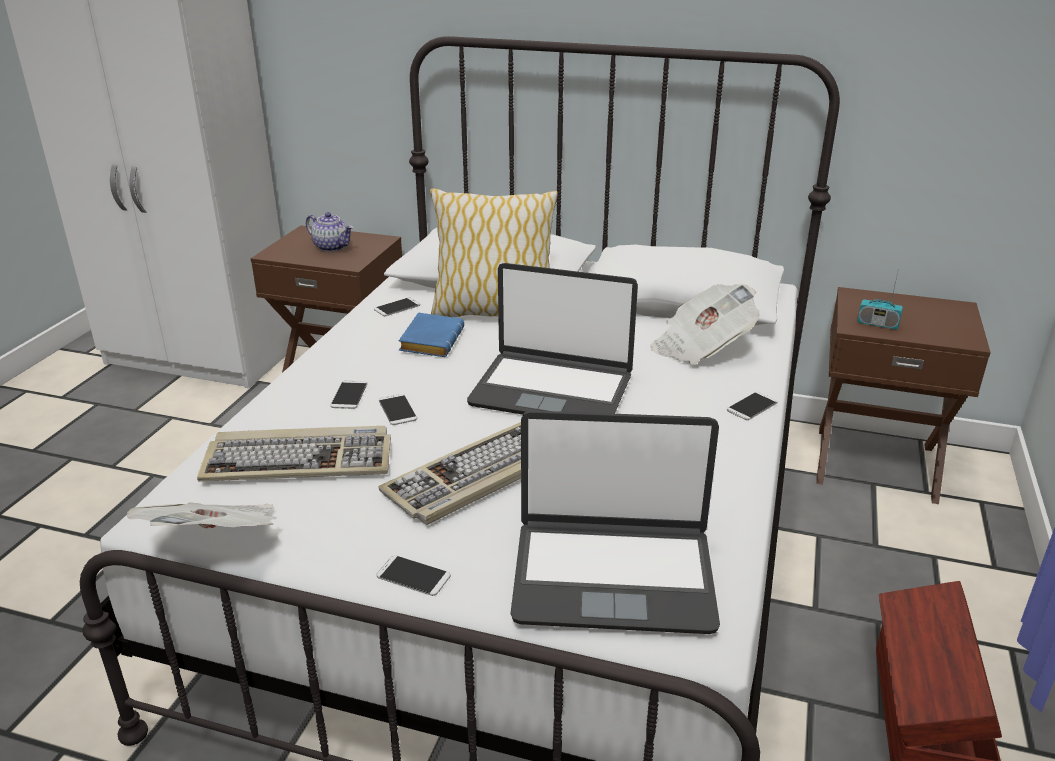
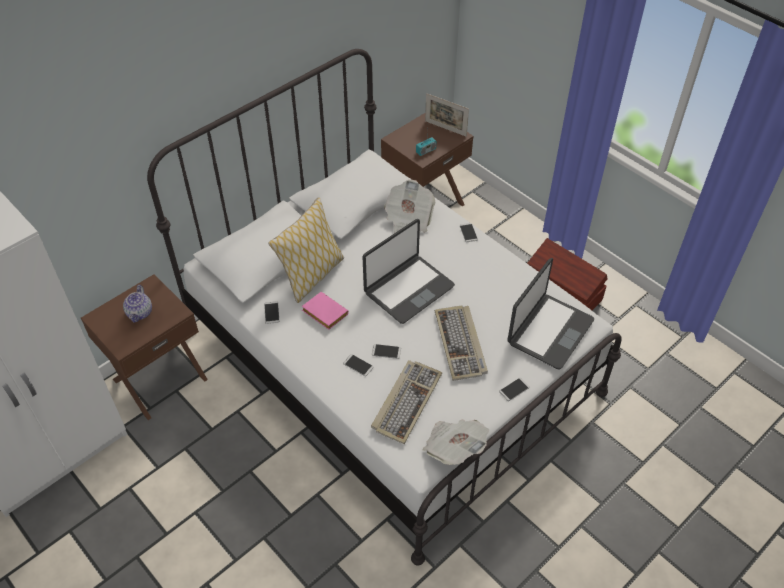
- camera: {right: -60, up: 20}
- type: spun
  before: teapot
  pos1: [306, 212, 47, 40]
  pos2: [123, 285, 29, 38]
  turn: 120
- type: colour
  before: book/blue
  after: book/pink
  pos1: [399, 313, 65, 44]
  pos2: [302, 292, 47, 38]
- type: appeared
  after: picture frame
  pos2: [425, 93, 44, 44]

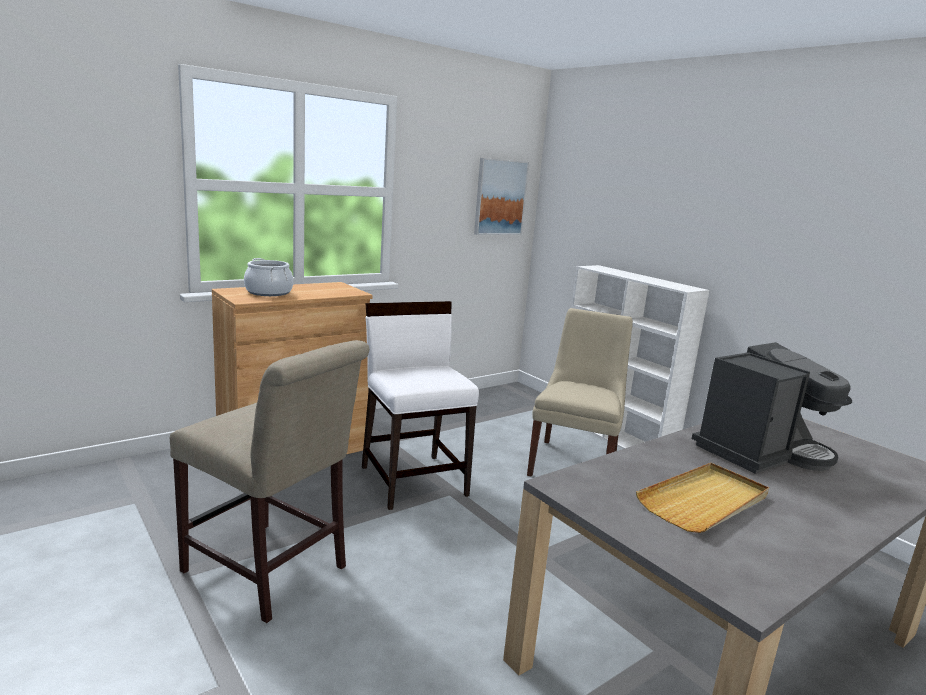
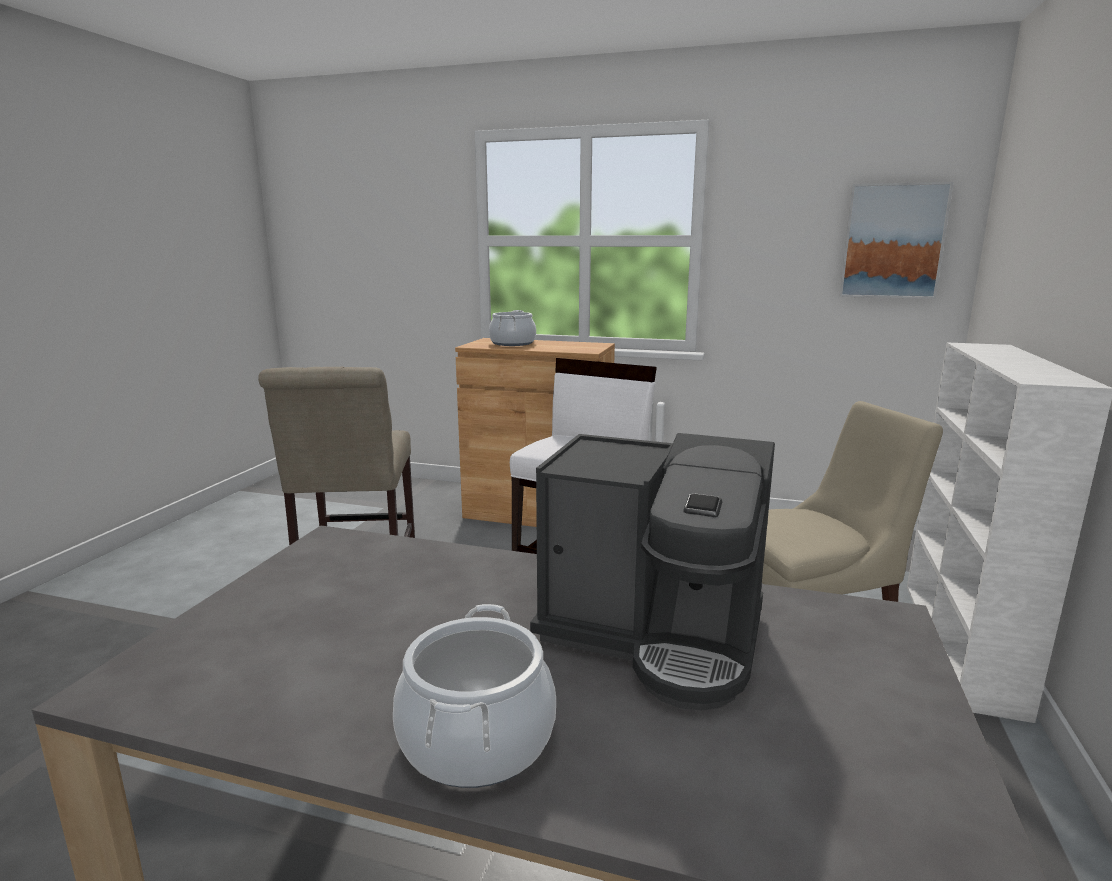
- camera: {right: 55, up: 0}
- type: appeared
  after: cooking pot
  pos2: [393, 604, 163, 184]
- type: missing
  before: tray/beige
  pos1: [636, 463, 133, 70]

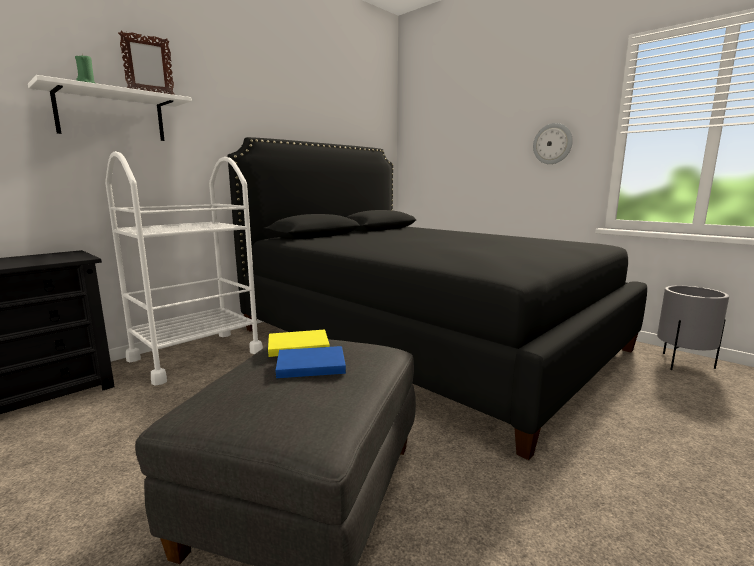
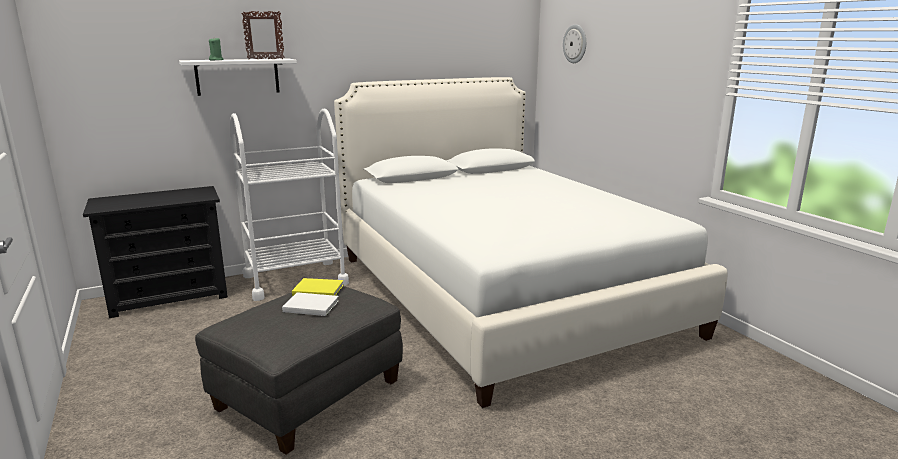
- camera: {right: 20, up: 5}
- type: colour
  before: book/blue
  after: book/white
  pos1: [276, 346, 70, 32]
  pos2: [282, 292, 57, 24]
- type: colour
  before: bed/black
  after: bed/white
  pos1: [228, 137, 419, 323]
  pos2: [334, 77, 394, 331]
- type: relocated
  before: wall clock
  pos1: [533, 123, 40, 41]
  pos2: [563, 24, 23, 39]
- type: missing
  before: planter/grey
  pos1: [657, 286, 72, 84]

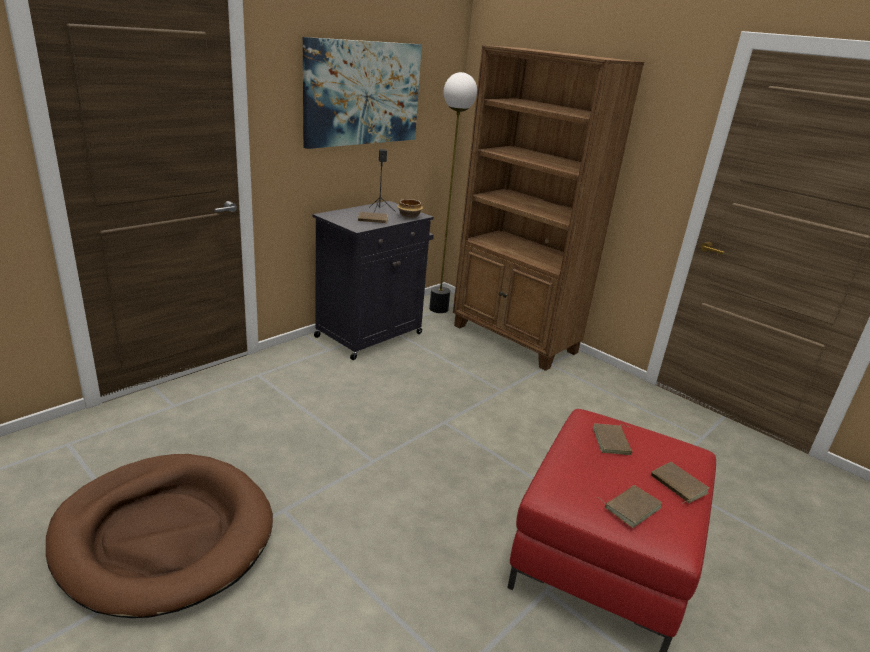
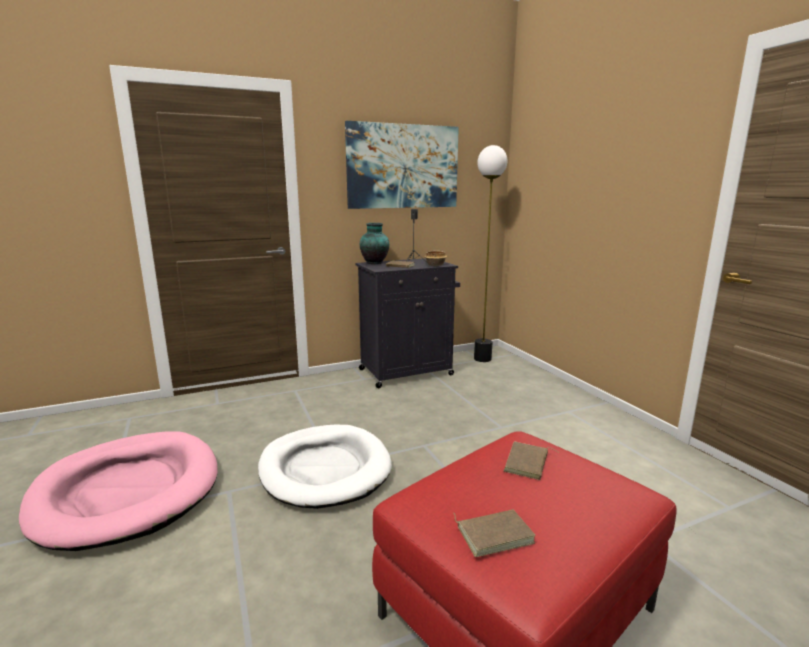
- camera: {right: 25, up: -10}
- type: colour
  before: dog bed/brown
  after: dog bed/pink
  pos1: [46, 454, 227, 164]
  pos2: [19, 432, 199, 119]
- type: appeared
  after: dog bed/white
  pos2: [258, 425, 134, 84]
- type: appeared
  after: vase
  pos2: [360, 223, 29, 41]
- type: missing
  before: bookcase/brown
  pos1: [453, 45, 191, 326]
- type: missing
  before: book/brown
  pos1: [651, 462, 58, 41]

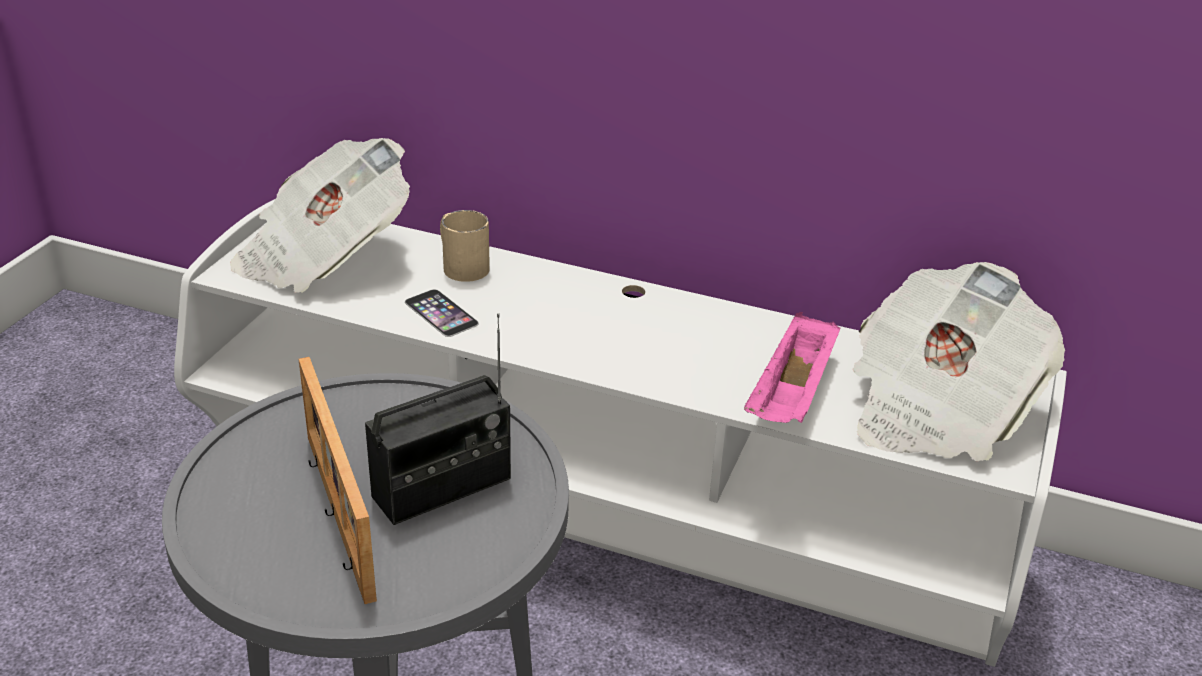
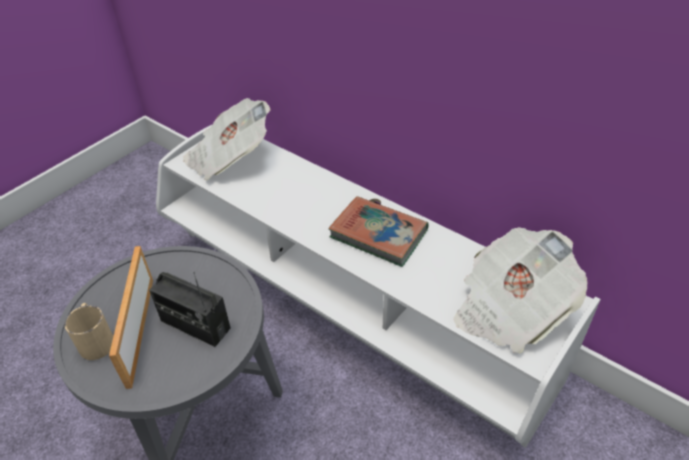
- camera: {right: 20, up: 10}
- type: relocated
  before: mug/beige
  pos1: [440, 210, 50, 72]
  pos2: [64, 303, 49, 57]
- type: spun
  before: radio
  pos1: [365, 313, 146, 212]
  pos2: [149, 272, 82, 75]
  turn: 45
- type: appeared
  after: book
  pos2: [329, 196, 99, 71]
- type: missing
  before: phone
  pos1: [405, 289, 74, 48]
- type: missing
  before: tray/pink
  pos1: [744, 312, 97, 111]

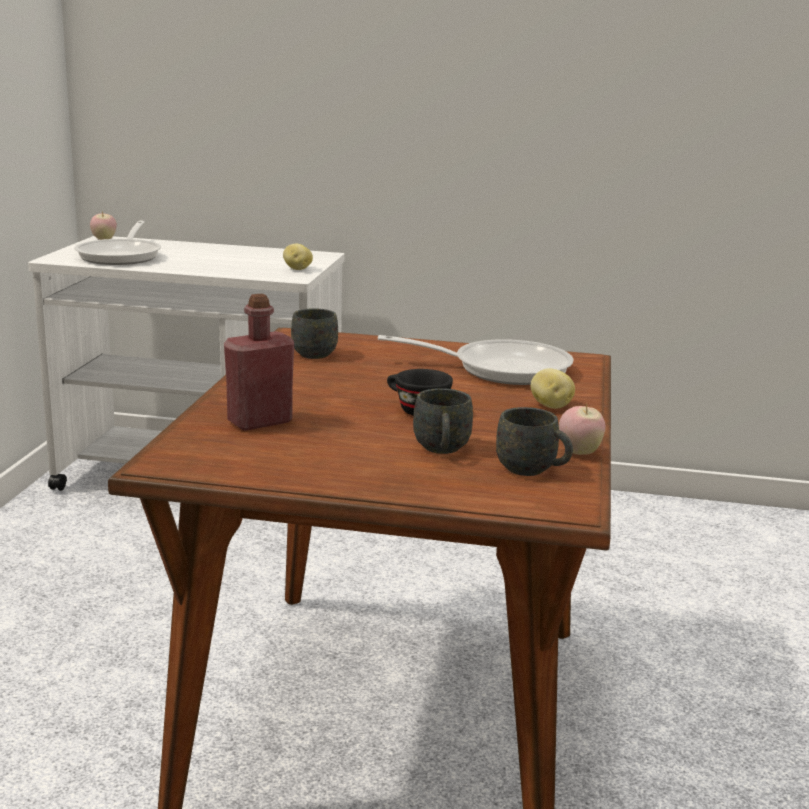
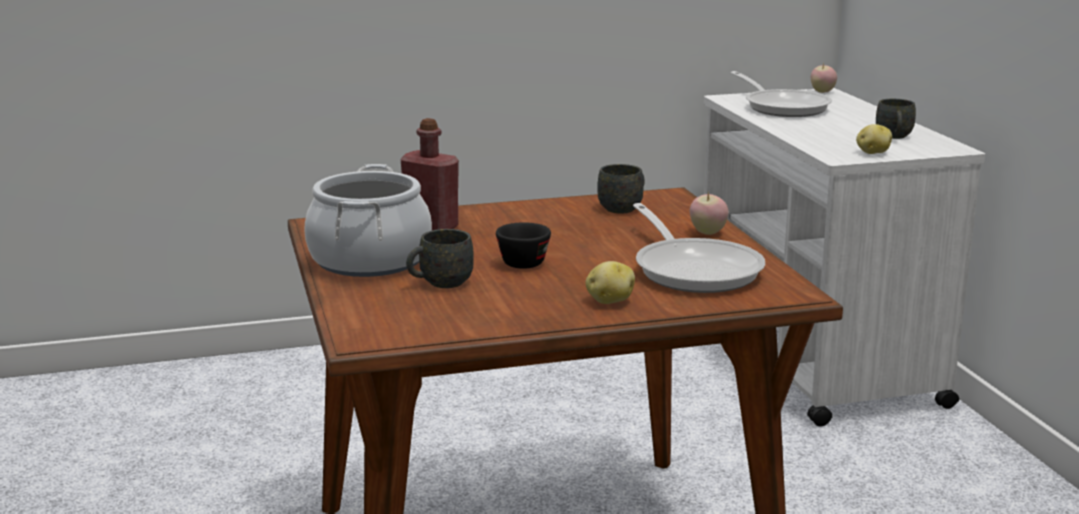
- camera: {right: 65, up: 0}
- type: appeared
  after: cooking pot
  pos2: [304, 164, 128, 113]
- type: relocated
  before: apple
  pos1: [559, 403, 47, 52]
  pos2: [690, 191, 38, 44]
- type: spun
  before: frying pan
  pos1: [75, 220, 86, 45]
  pos2: [731, 71, 101, 46]
  turn: -90
- type: relocated
  before: mug/grey
  pos1: [496, 407, 77, 69]
  pos2: [876, 99, 40, 40]

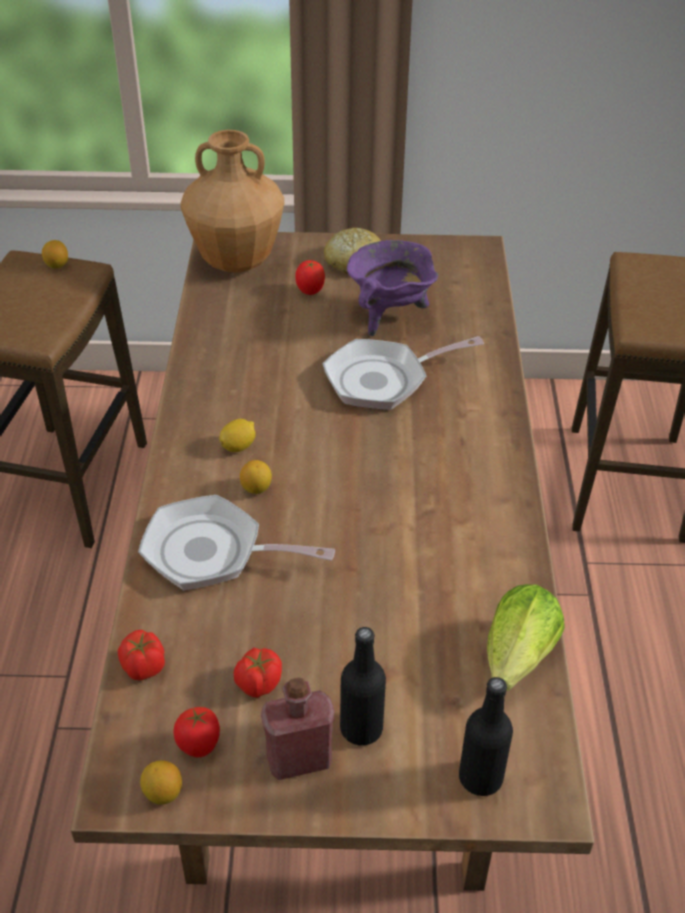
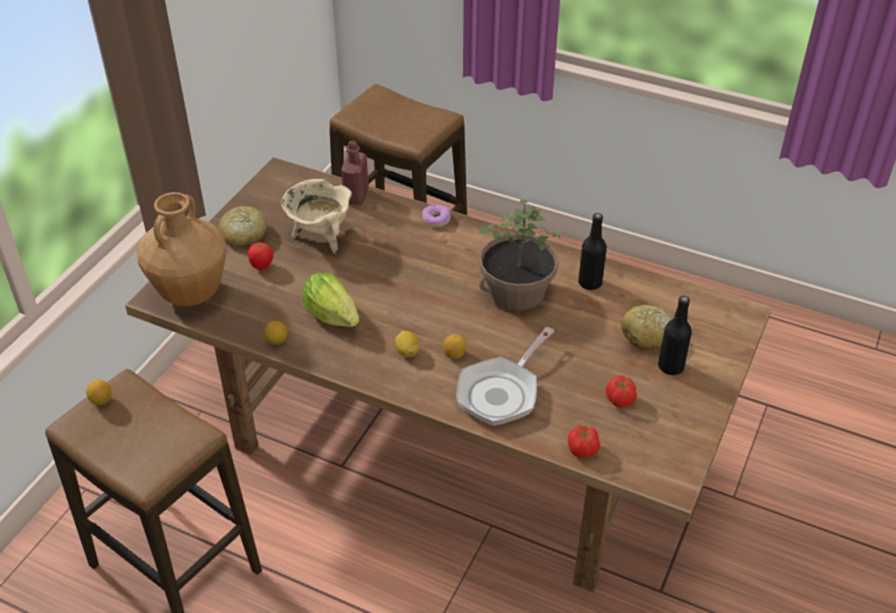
- camera: {right: -65, up: 0}
- type: relocated
  before: lemon
  pos1: [140, 760, 42, 45]
  pos2: [264, 321, 23, 24]
- type: colour
  before: cooking pot/purple
  after: cooking pot/beige
  pos1: [347, 240, 92, 96]
  pos2: [281, 179, 71, 75]
- type: relocated
  before: lettuce
  pos1: [487, 584, 78, 107]
  pos2: [302, 273, 57, 54]
- type: relocated
  before: bottle/red
  pos1: [261, 677, 74, 103]
  pos2: [341, 140, 28, 65]
- type: appeared
  after: donut
  pos2: [422, 205, 28, 22]
- type: appeared
  after: potted plant
  pos2: [479, 199, 81, 112]
- type: relocated
  before: bottle/black
  pos1: [459, 677, 54, 119]
  pos2: [578, 213, 29, 77]
- type: appeared
  after: bread
  pos2: [621, 305, 51, 45]
- type: missing
  before: tomato
  pos1: [173, 707, 47, 50]
- type: missing
  before: frying pan
  pos1: [322, 336, 162, 74]

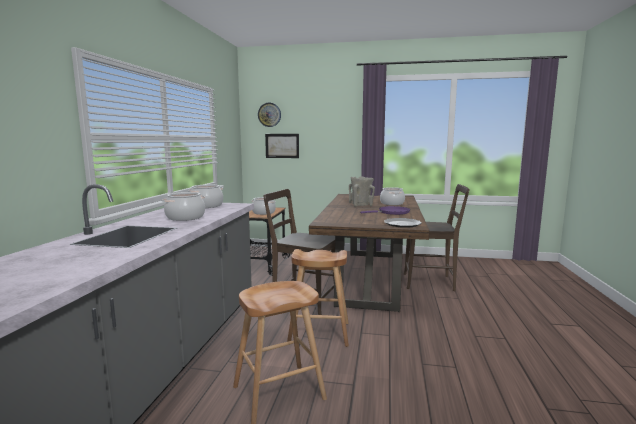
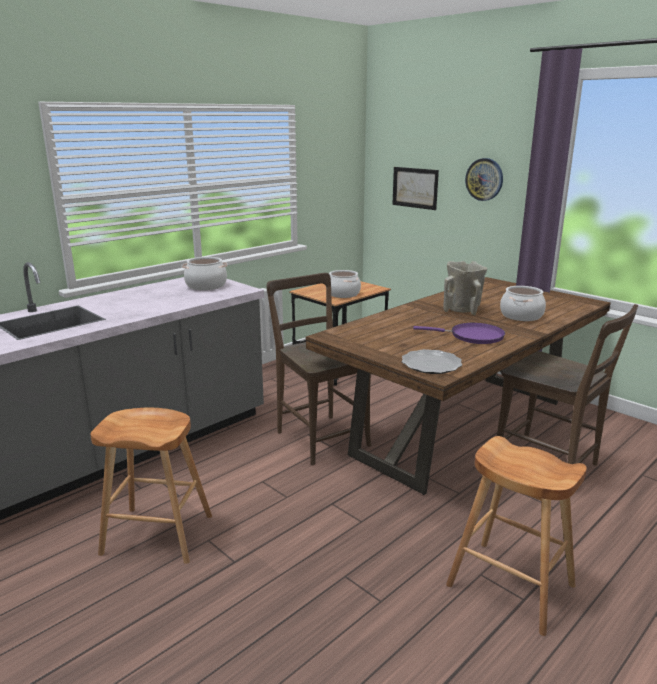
- camera: {right: 35, up: 10}
- type: relocated
  before: stool/brown
  pos1: [287, 249, 62, 98]
  pos2: [446, 436, 141, 200]
- type: relocated
  before: wall clock
  pos1: [258, 103, 23, 24]
  pos2: [465, 158, 38, 43]
- type: missing
  before: cooking pot
  pos1: [162, 192, 43, 29]

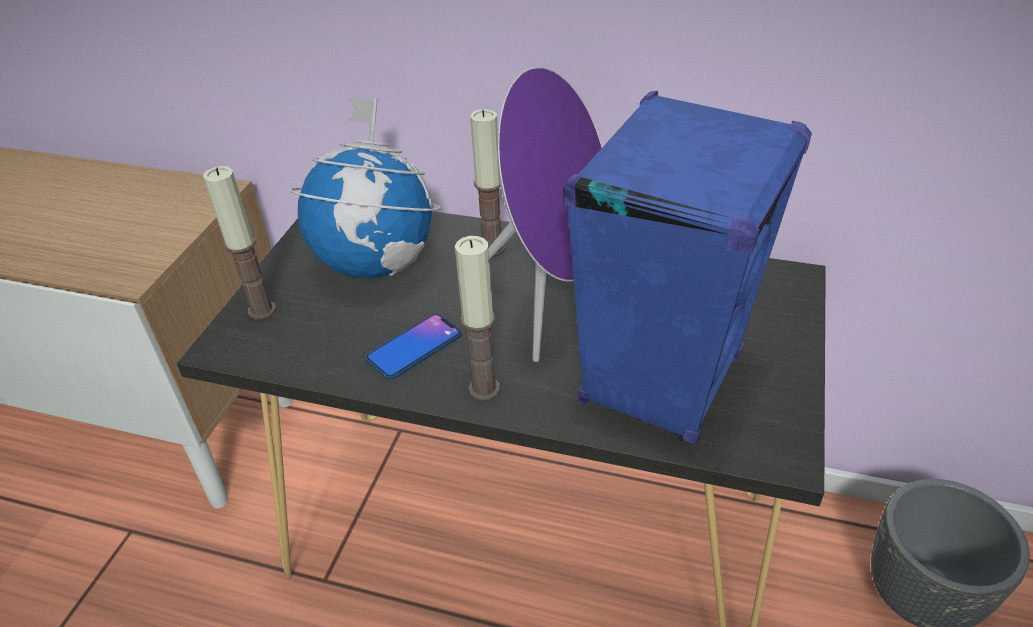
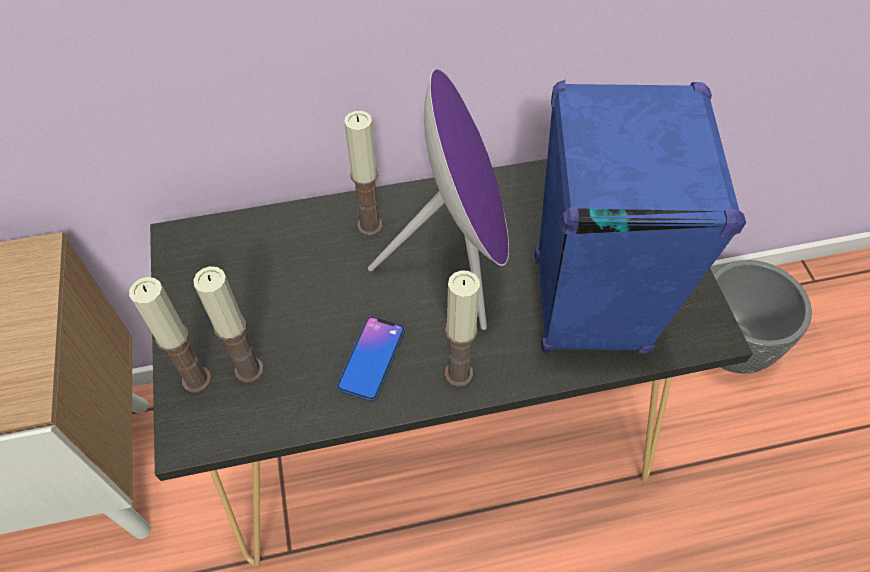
- camera: {right: -30, up: 15}
- type: appeared
  after: candle
  pos2: [193, 266, 71, 117]
- type: missing
  before: globe
  pos1: [289, 97, 152, 181]

